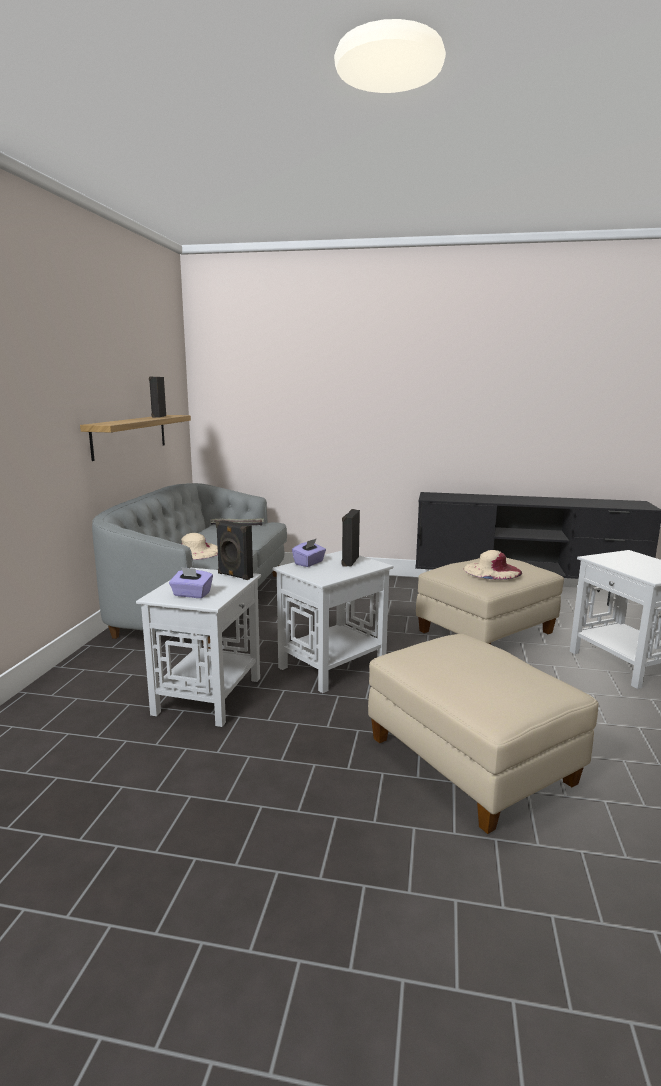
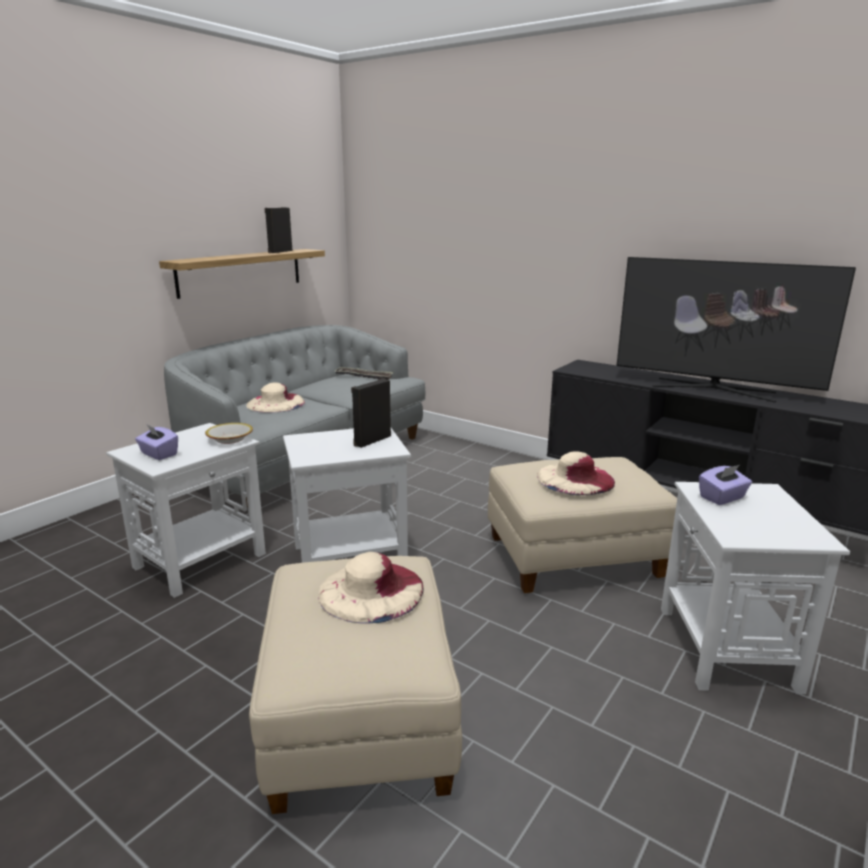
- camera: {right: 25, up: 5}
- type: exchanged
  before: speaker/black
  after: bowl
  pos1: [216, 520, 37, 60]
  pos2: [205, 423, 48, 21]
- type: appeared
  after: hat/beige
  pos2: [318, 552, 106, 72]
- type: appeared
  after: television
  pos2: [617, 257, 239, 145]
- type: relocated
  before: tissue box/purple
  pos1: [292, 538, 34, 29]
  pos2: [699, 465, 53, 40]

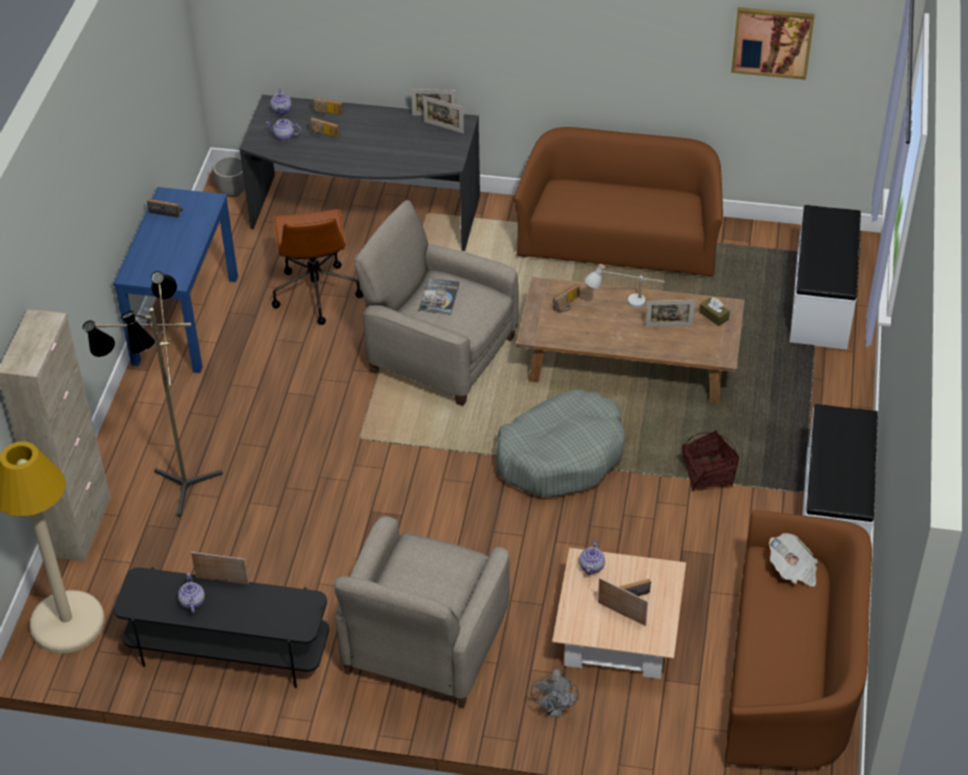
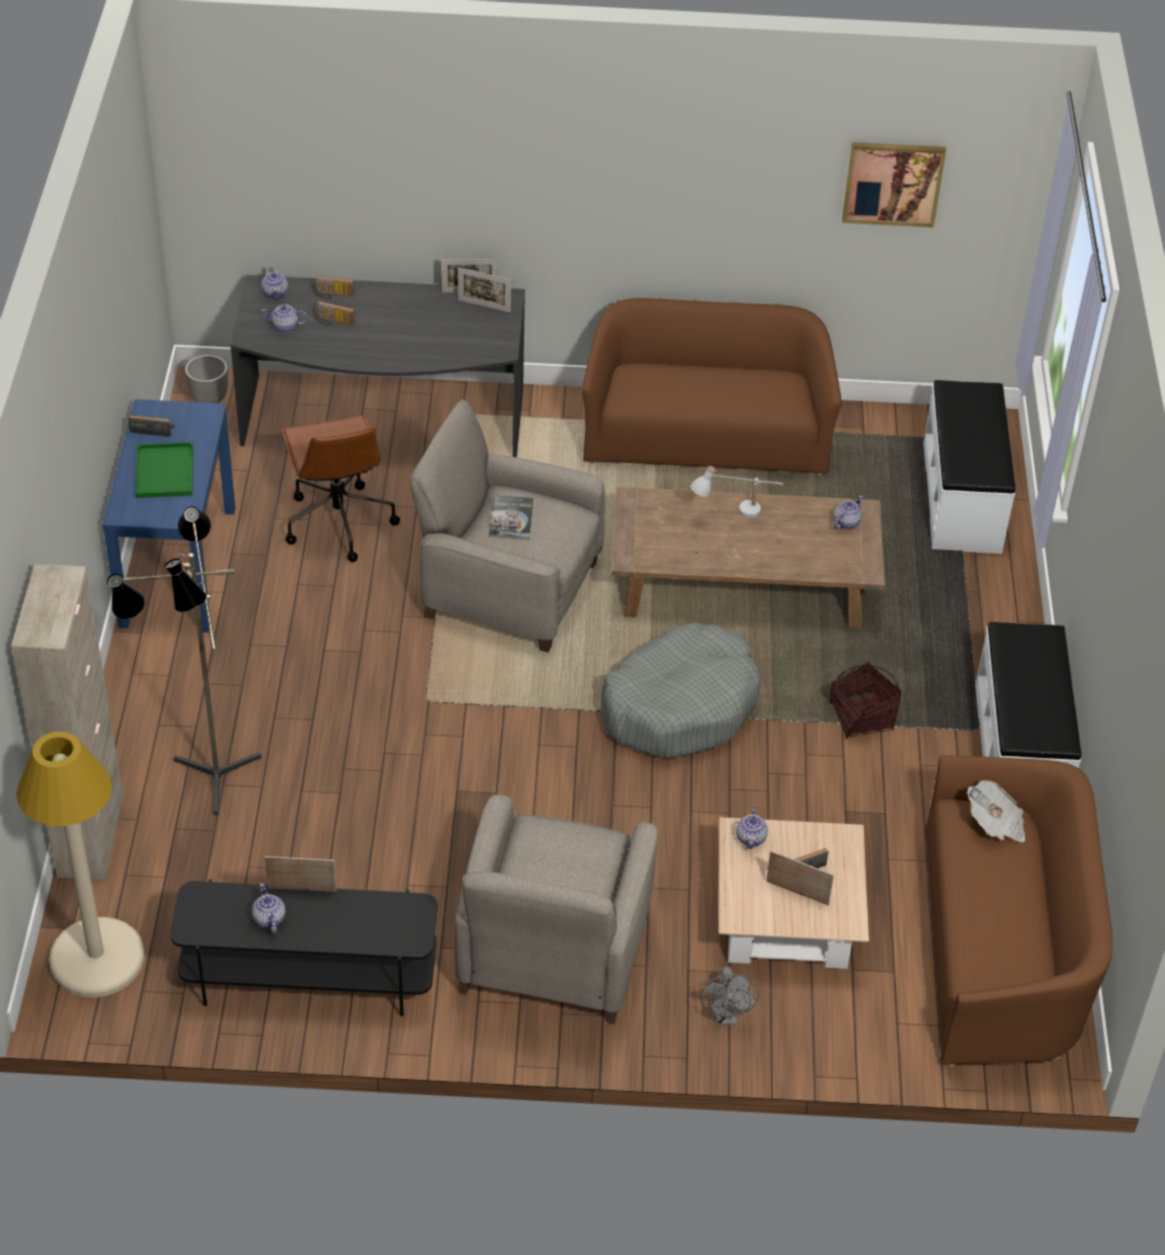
- camera: {right: -10, up: 0}
- type: appeared
  after: tray/green
  pos2: [135, 442, 58, 56]
- type: exchanged
  before: tissue box/brown
  after: teapot
  pos1: [699, 297, 31, 29]
  pos2: [834, 496, 29, 33]
- type: missing
  before: radio
  pos1: [553, 284, 27, 28]
- type: missing
  before: picture frame
  pos1: [645, 300, 51, 27]

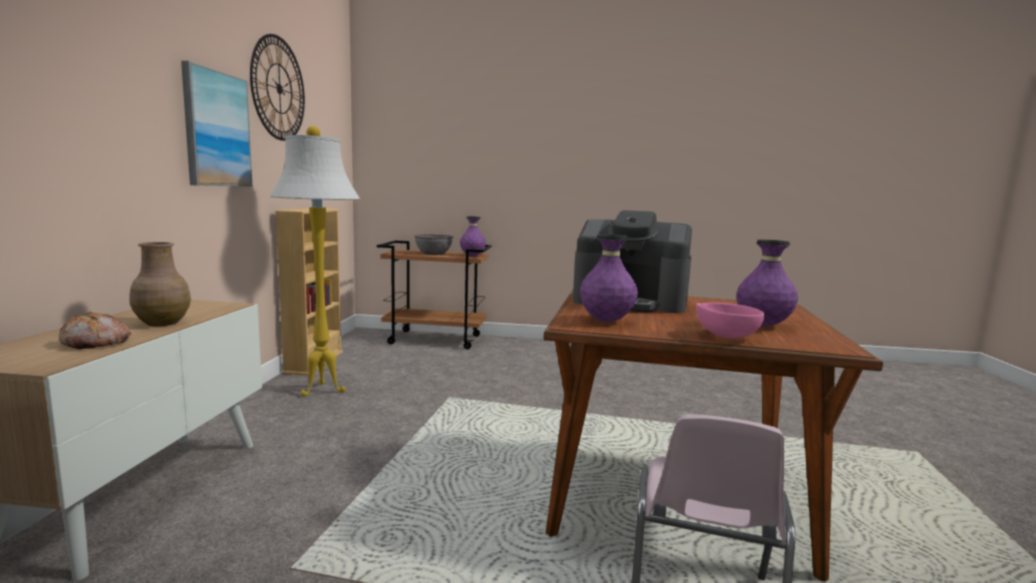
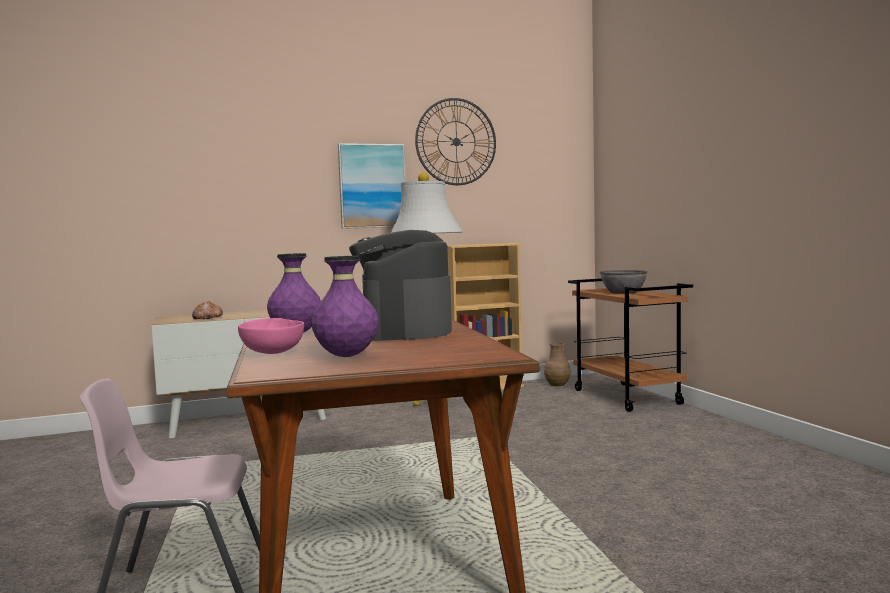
- camera: {right: 65, up: -5}
- type: relocated
  before: vase/brown
  pos1: [130, 242, 61, 84]
  pos2: [544, 343, 27, 43]
- type: missing
  before: vase/purple
  pos1: [460, 216, 26, 40]

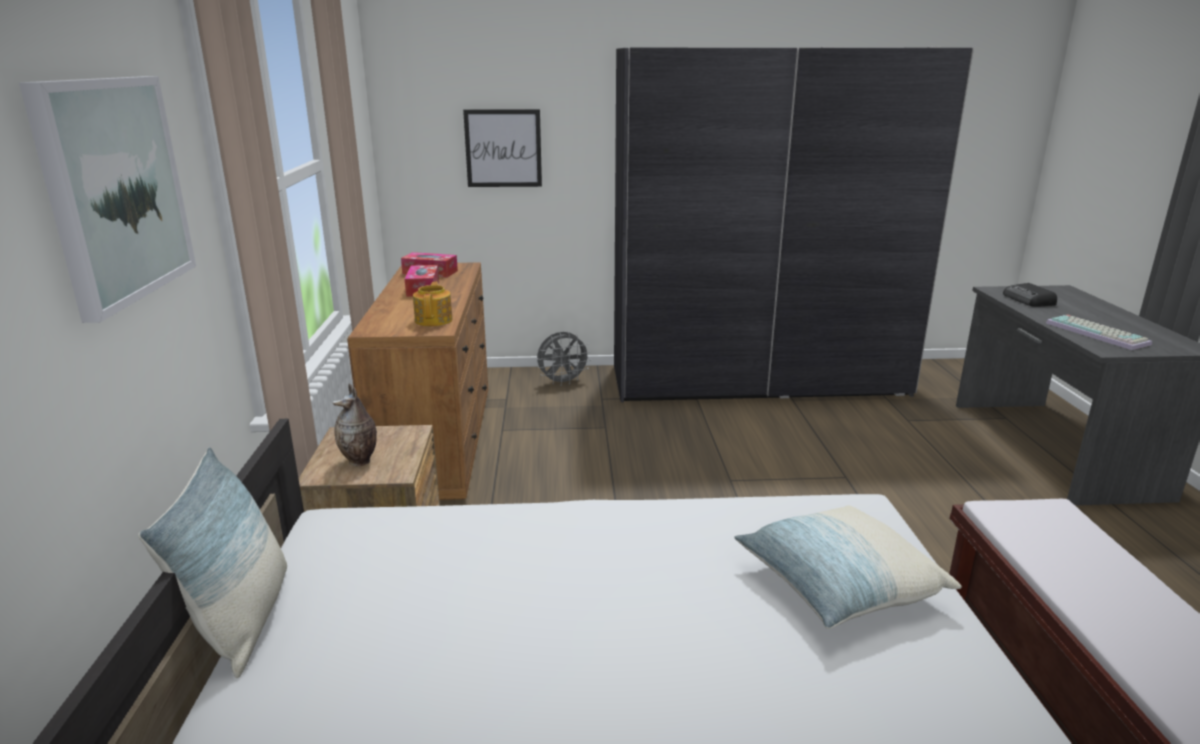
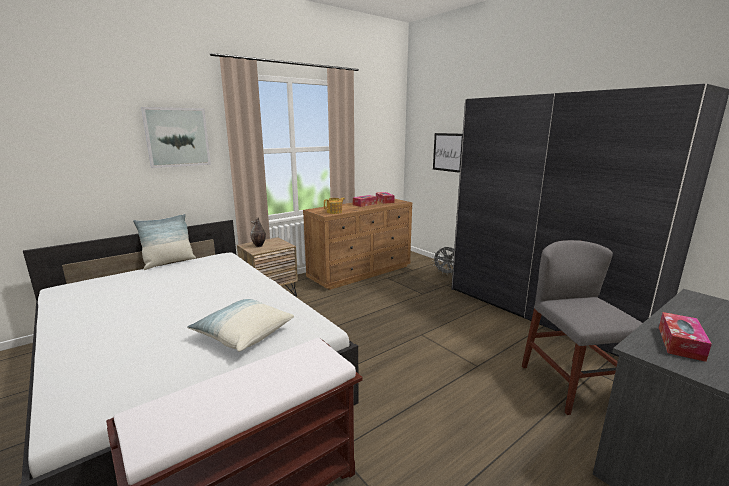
- camera: {right: 55, up: -5}
- type: appeared
  after: chair/grey
  pos2: [522, 240, 120, 175]
- type: exchanged
  before: keyboard
  after: tissue box
  pos1: [1046, 315, 106, 35]
  pos2: [659, 312, 53, 50]
- type: missing
  before: radio
  pos1: [1003, 283, 54, 24]

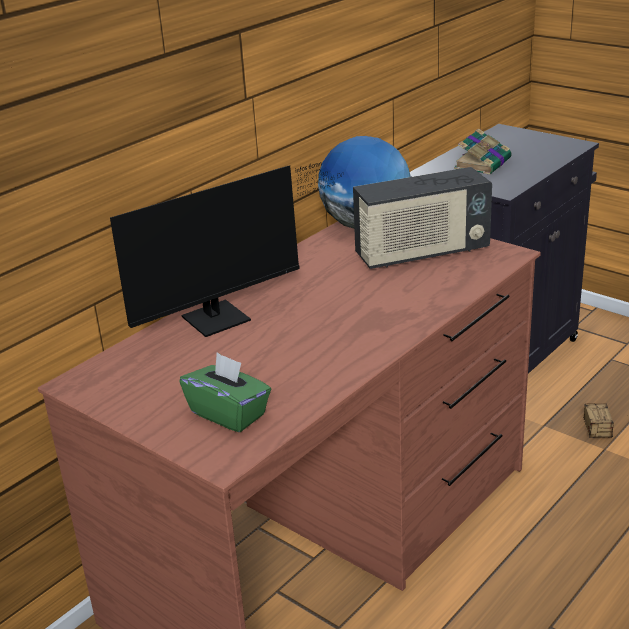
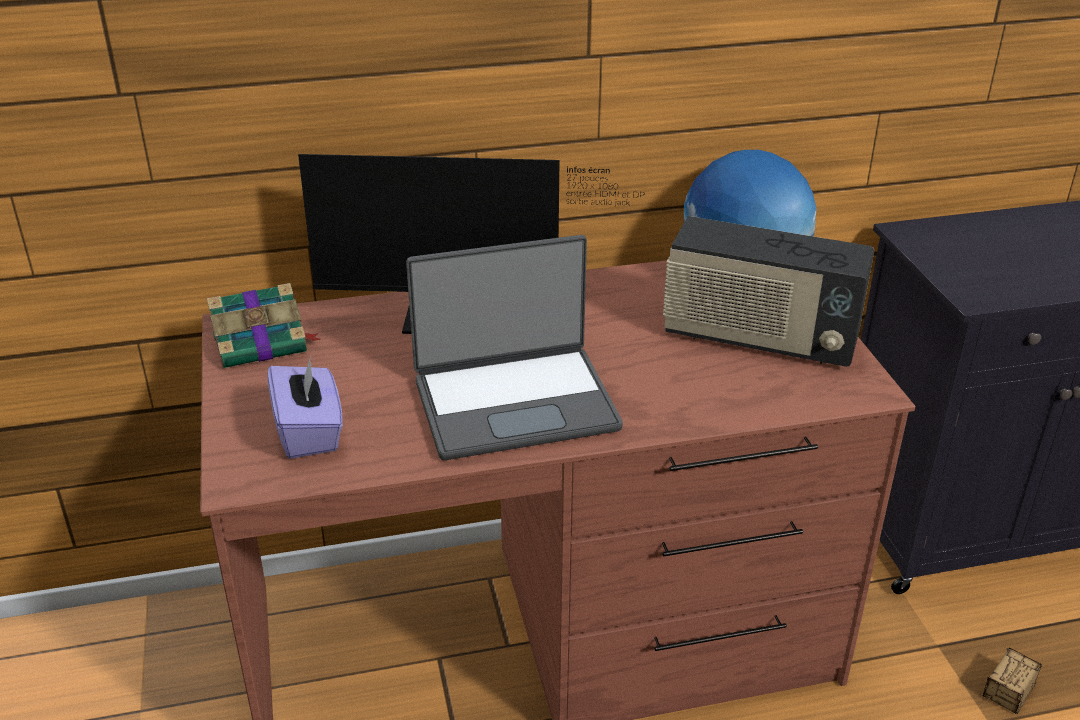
- camera: {right: 35, up: 5}
- type: relocated
  before: book
  pos1: [454, 128, 57, 47]
  pos2: [207, 283, 113, 85]
- type: colour
  before: tissue box/green
  after: tissue box/purple
  pos1: [179, 352, 92, 80]
  pos2: [267, 356, 76, 103]
- type: appeared
  after: laptop
  pos2: [406, 235, 217, 225]

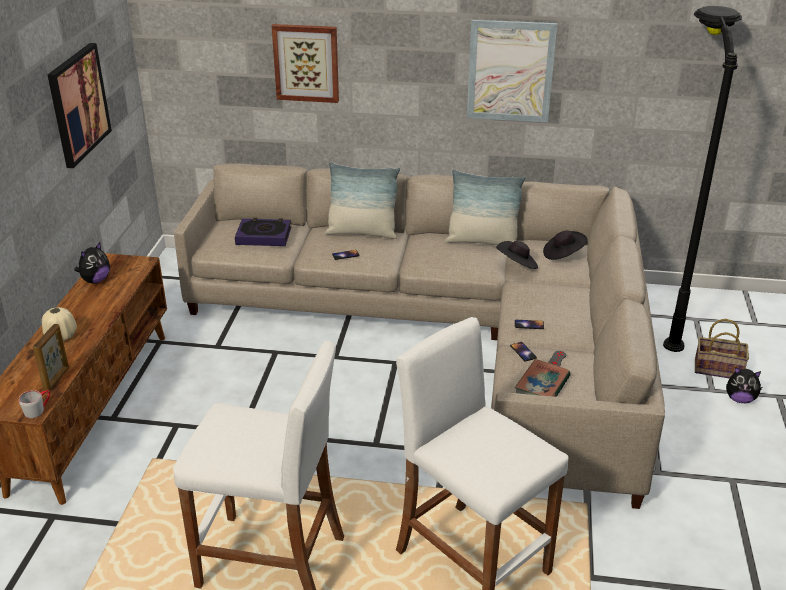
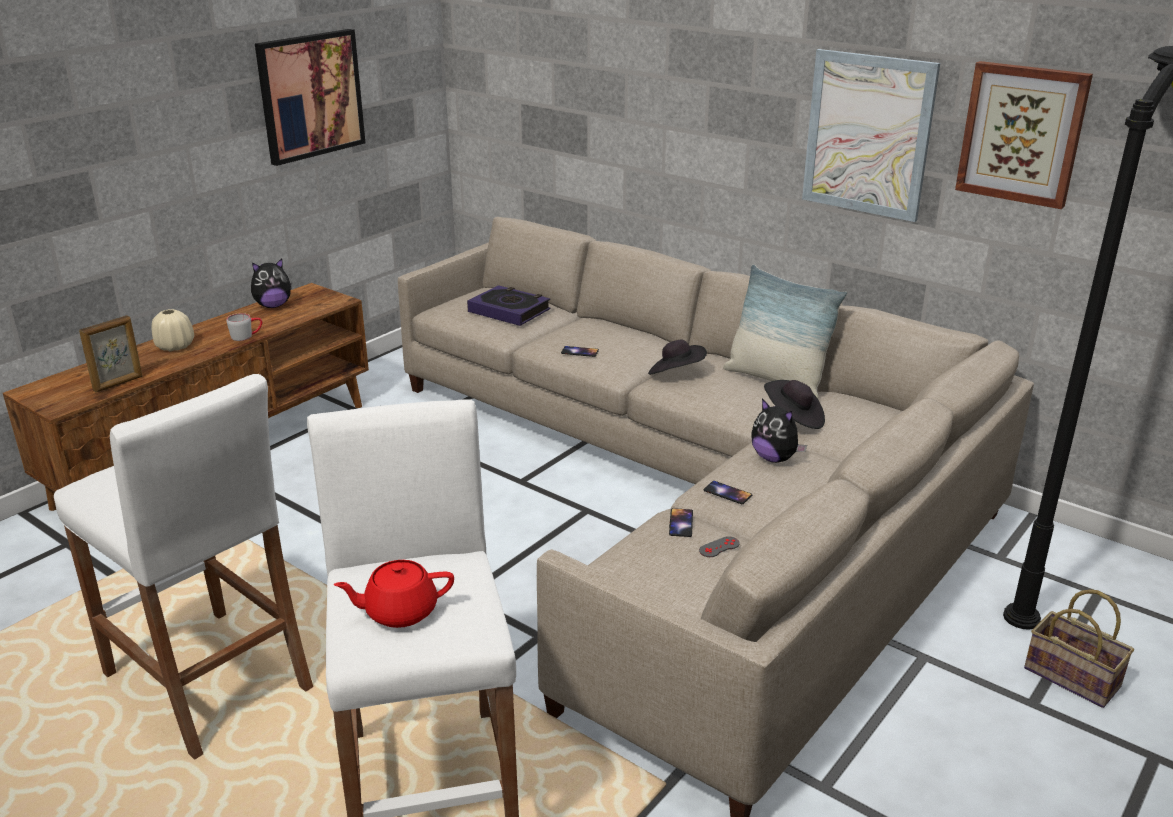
- camera: {right: 30, up: -5}
- type: relocated
  before: mug/grey
  pos1: [19, 390, 31, 28]
  pos2: [227, 313, 35, 28]
- type: appeared
  after: teapot/red
  pos2: [334, 560, 120, 68]
- type: relocated
  before: hat/black
  pos1: [543, 230, 45, 30]
  pos2: [648, 340, 59, 35]
- type: relocated
  before: plush toy
  pos1: [726, 367, 36, 36]
  pos2: [751, 399, 56, 64]
- type: relocated
  before: picture
  pos1: [272, 24, 67, 79]
  pos2: [955, 61, 138, 148]
- type: missing
  before: pillow
  pos1: [325, 162, 75, 77]
- type: missing
  before: book
  pos1: [515, 359, 55, 38]

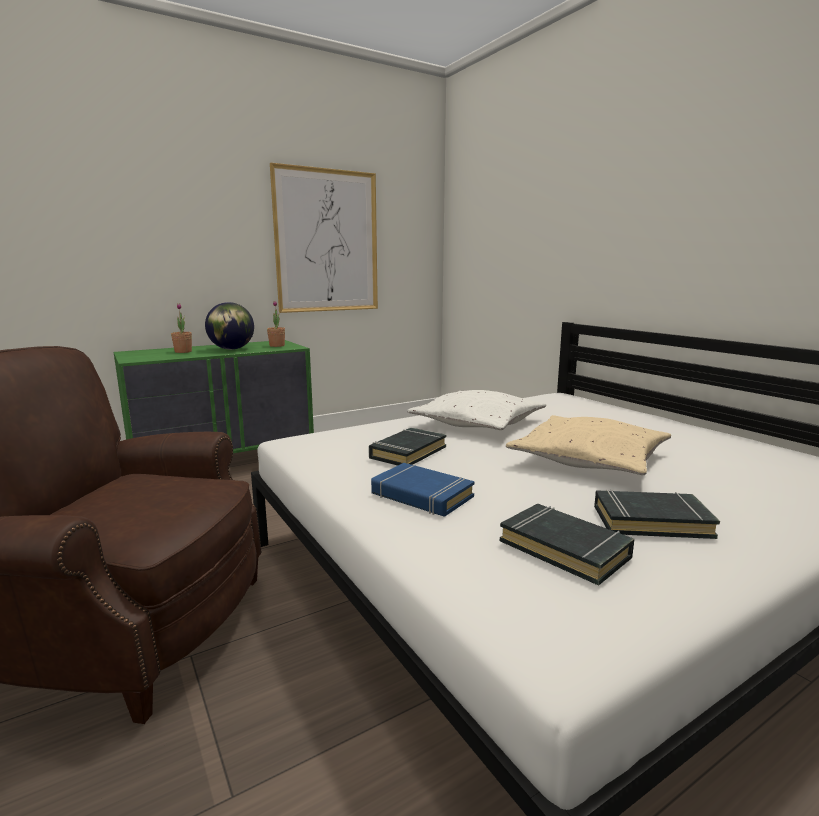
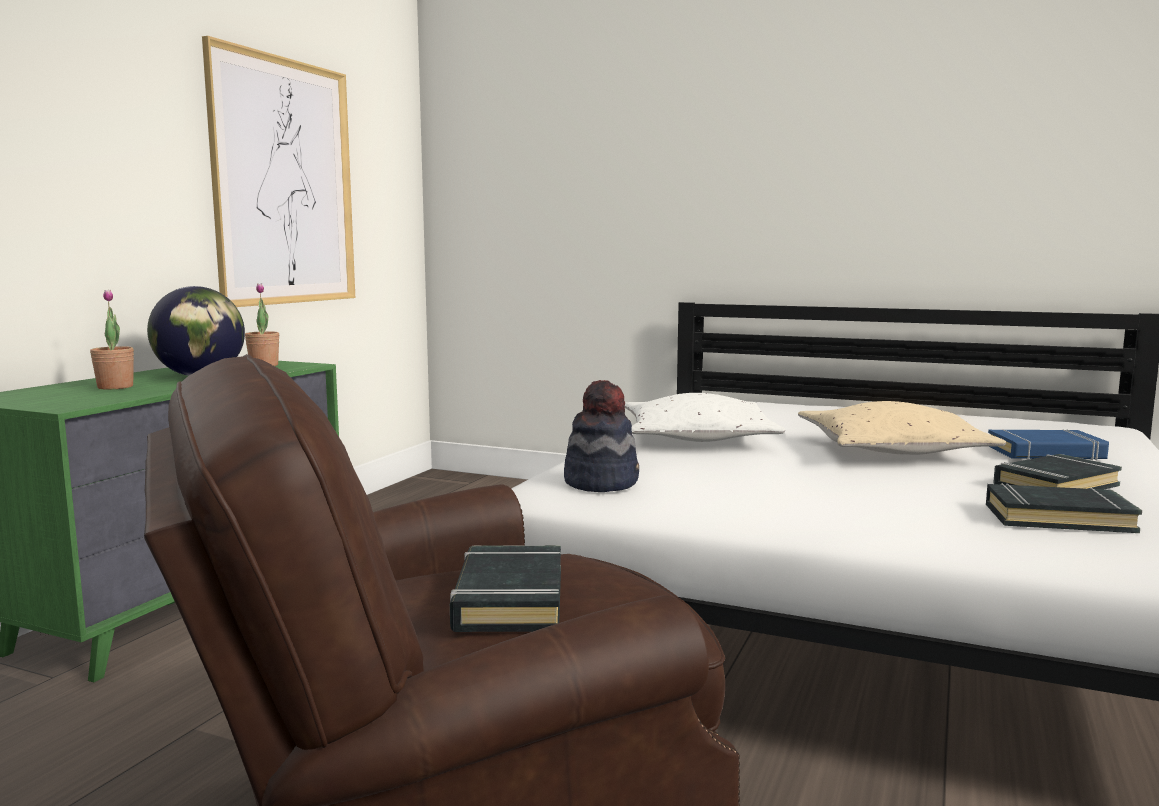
- camera: {right: -35, up: -5}
- type: relocated
  before: book/black
  pos1: [369, 428, 77, 38]
  pos2: [450, 545, 111, 87]
- type: appeared
  after: hat
  pos2: [564, 380, 75, 112]
- type: relocated
  before: book/blue
  pos1: [371, 463, 104, 54]
  pos2: [988, 429, 121, 31]

